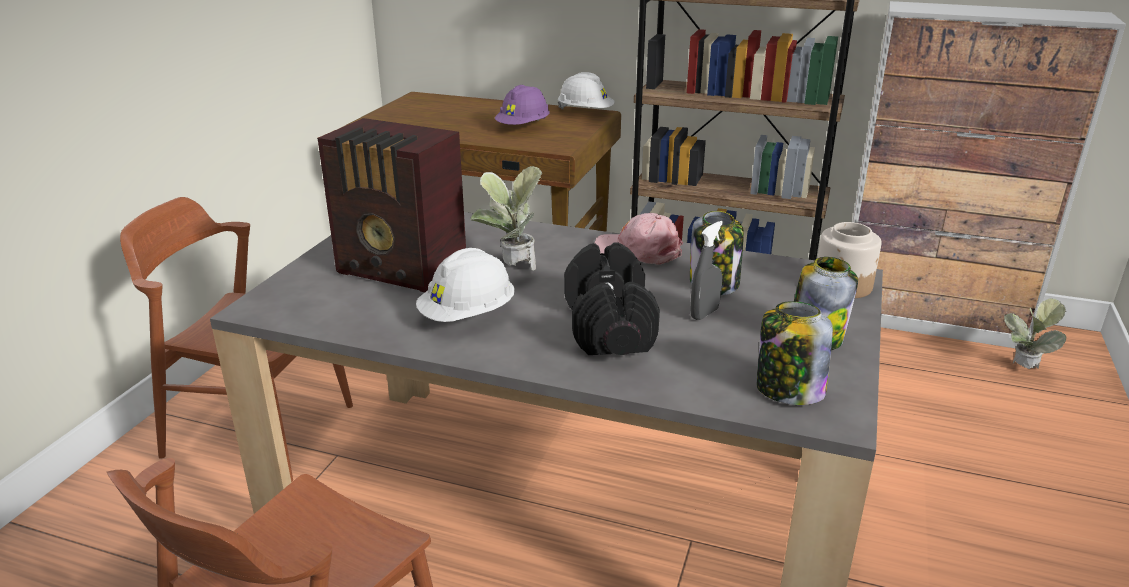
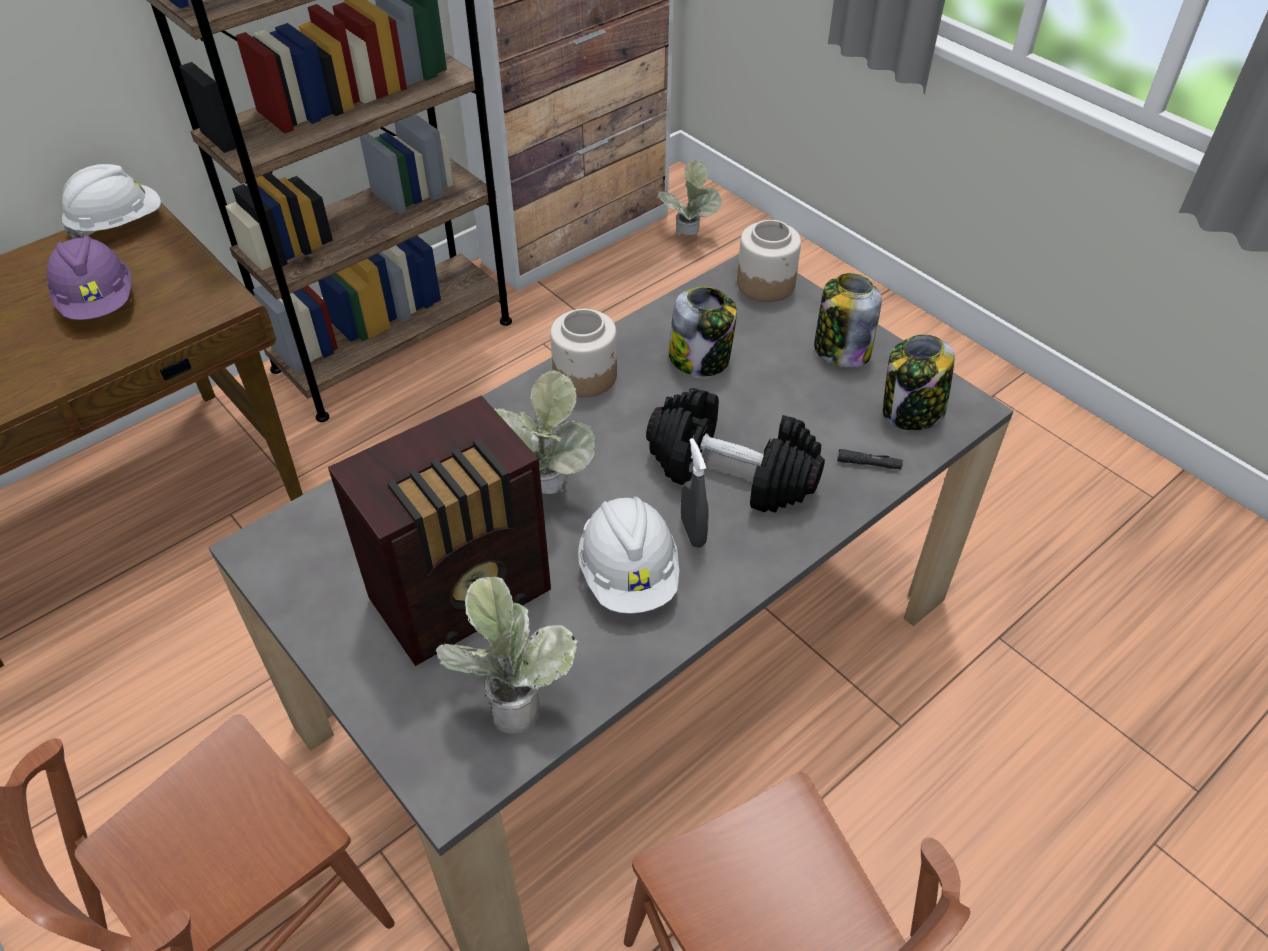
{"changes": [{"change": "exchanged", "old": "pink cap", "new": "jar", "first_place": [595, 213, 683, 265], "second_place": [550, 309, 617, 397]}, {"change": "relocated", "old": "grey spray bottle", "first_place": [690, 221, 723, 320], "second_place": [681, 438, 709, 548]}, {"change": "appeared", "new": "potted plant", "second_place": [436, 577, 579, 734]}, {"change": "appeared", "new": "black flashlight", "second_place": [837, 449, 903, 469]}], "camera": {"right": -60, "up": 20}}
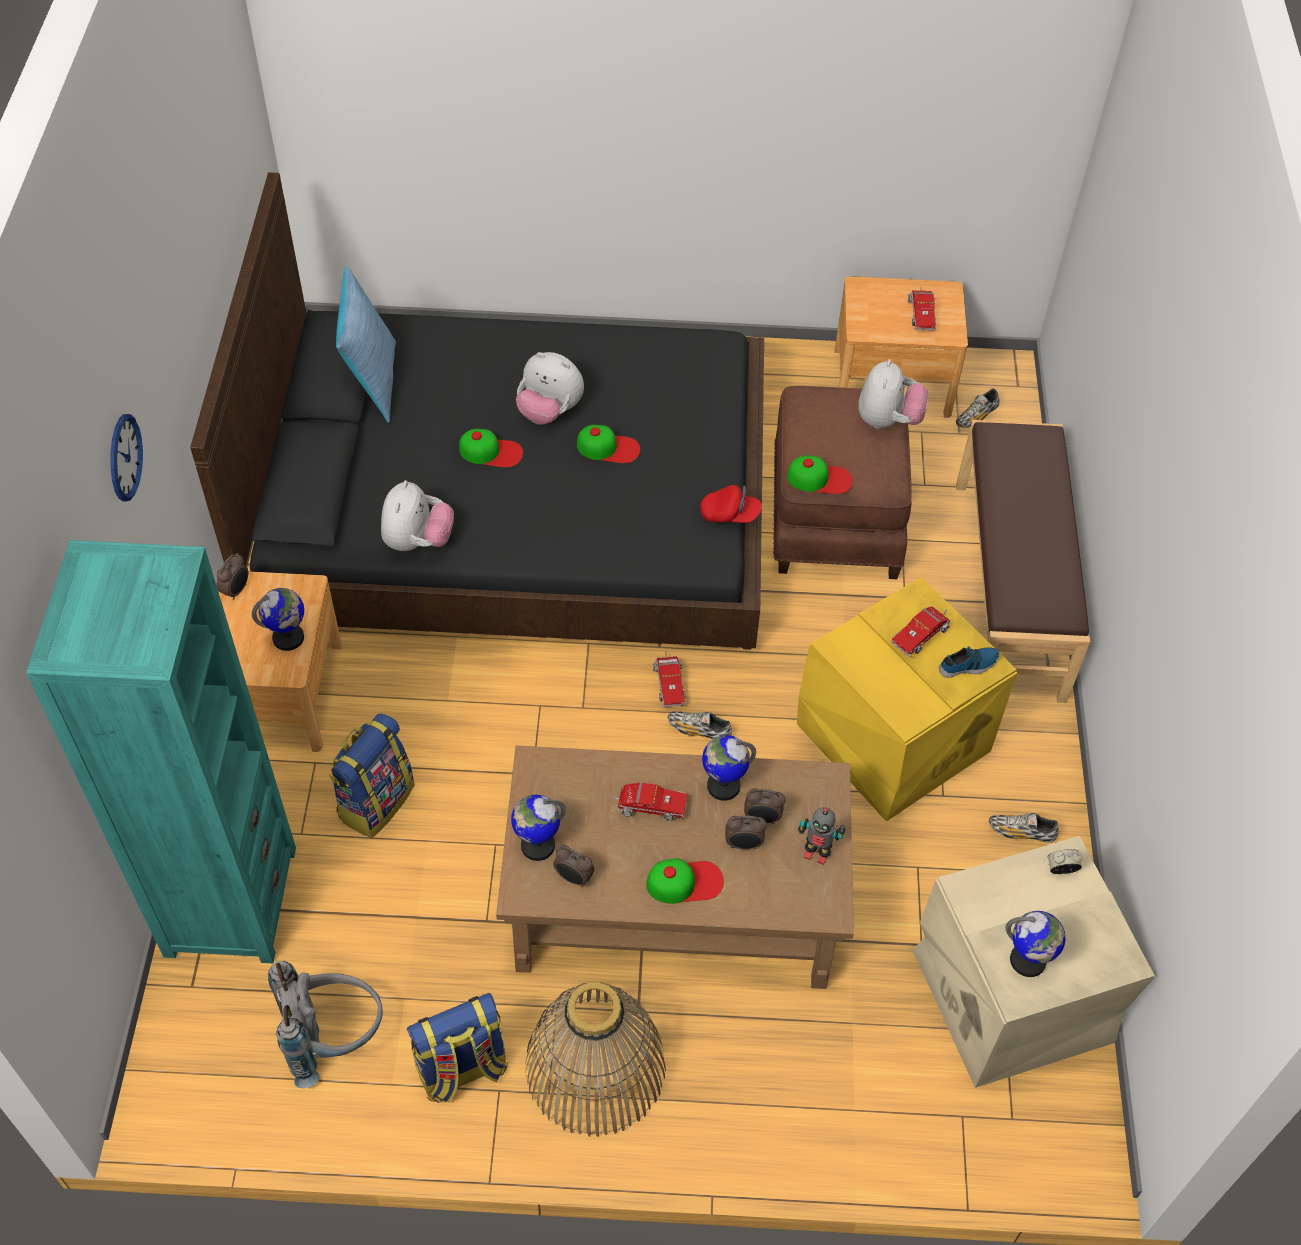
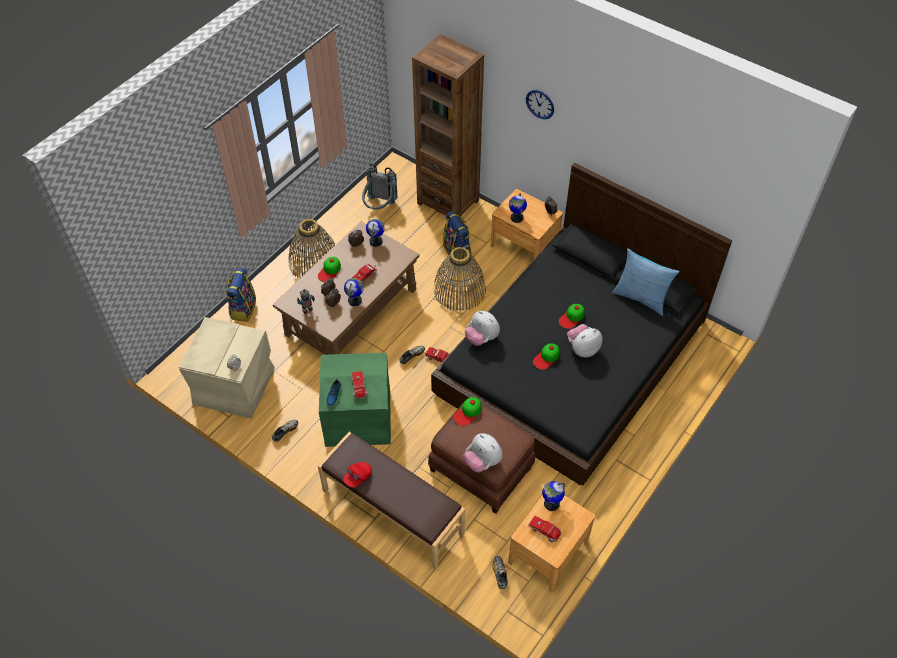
{"changes": [{"change": "colour", "old": "turquoise bookcase", "new": "brown bookcase", "first_place": [26, 540, 296, 963], "second_place": [412, 34, 484, 216]}, {"change": "relocated", "old": "plush toy", "first_place": [381, 480, 454, 551], "second_place": [465, 311, 500, 346]}, {"change": "relocated", "old": "backpack", "first_place": [407, 993, 508, 1103], "second_place": [226, 268, 256, 322]}, {"change": "relocated", "old": "red cap", "first_place": [700, 485, 762, 523], "second_place": [343, 462, 372, 488]}, {"change": "colour", "old": "yellow storage box", "new": "green storage box", "first_place": [797, 577, 1017, 821], "second_place": [319, 352, 391, 447]}, {"change": "relocated", "old": "globe", "first_place": [1006, 911, 1066, 977], "second_place": [542, 481, 565, 511]}, {"change": "appeared", "new": "basket", "second_place": [433, 247, 486, 311]}], "camera": {"right": 125, "up": 0}}
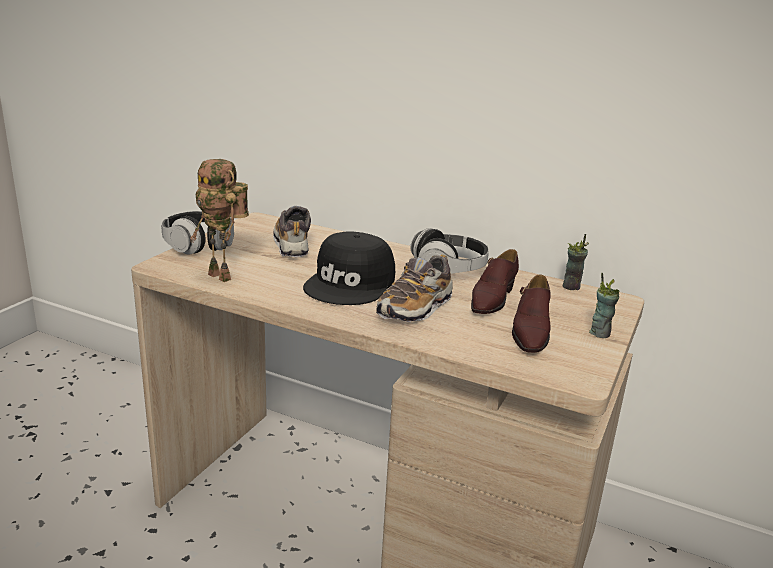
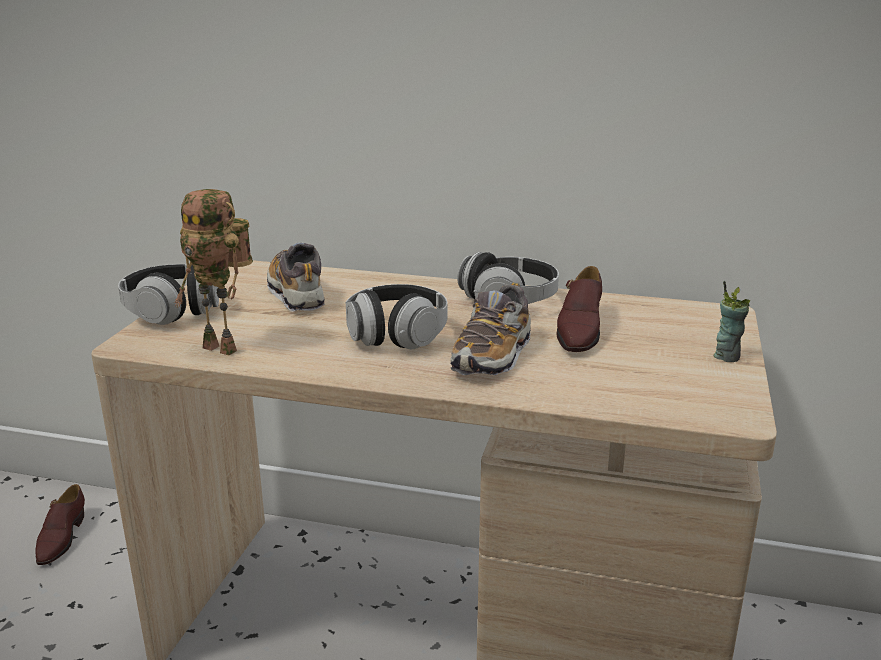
{"changes": [{"change": "exchanged", "old": "black cap", "new": "headphones", "first_place": [303, 231, 395, 305], "second_place": [346, 284, 448, 350]}, {"change": "relocated", "old": "brown shoe", "first_place": [512, 274, 550, 353], "second_place": [35, 484, 85, 565]}, {"change": "missing", "old": "cup", "first_place": [563, 234, 589, 290]}], "camera": {"right": -10, "up": 0}}
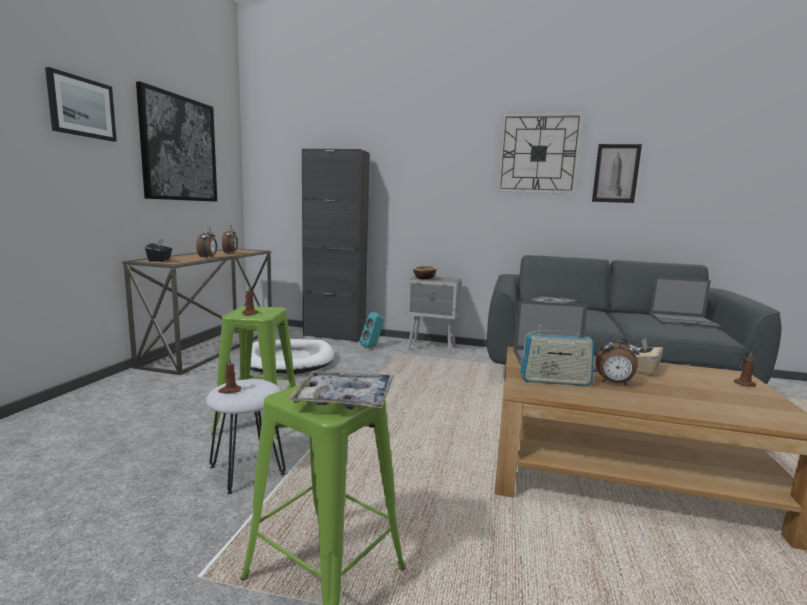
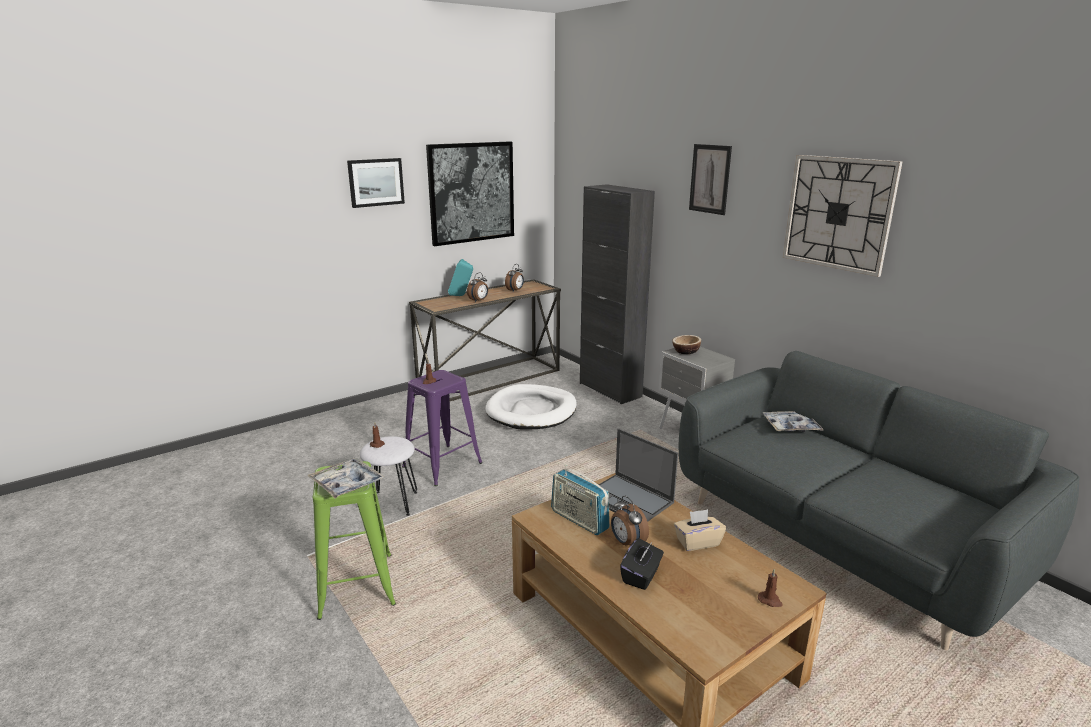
{"changes": [{"change": "relocated", "old": "black tissue box", "first_place": [145, 239, 172, 262], "second_place": [620, 538, 664, 590]}, {"change": "colour", "old": "green stool", "new": "purple stool", "first_place": [211, 306, 296, 439], "second_place": [402, 370, 482, 486]}, {"change": "relocated", "old": "turquoise speaker", "first_place": [360, 312, 385, 348], "second_place": [448, 259, 473, 296]}, {"change": "relocated", "old": "picture", "first_place": [592, 144, 642, 203], "second_place": [689, 144, 732, 215]}, {"change": "missing", "old": "laptop", "first_place": [649, 277, 721, 328]}], "camera": {"right": 40, "up": 10}}
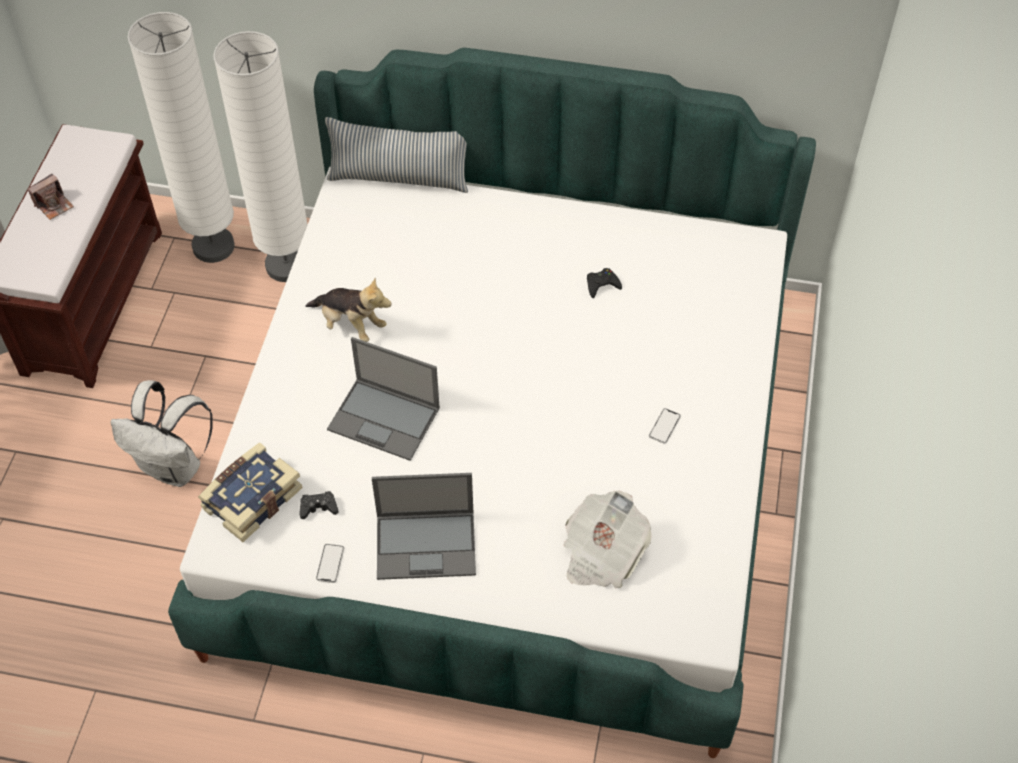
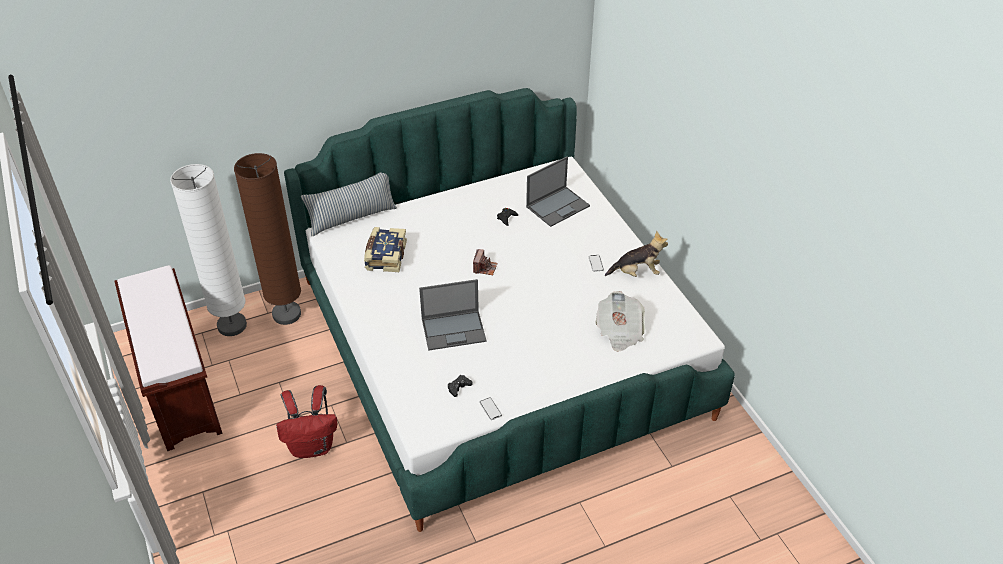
{"changes": [{"change": "relocated", "old": "photo camera", "first_place": [28, 174, 74, 220], "second_place": [473, 249, 497, 275]}, {"change": "colour", "old": "white backpack", "new": "red backpack", "first_place": [110, 380, 213, 487], "second_place": [276, 385, 337, 458]}, {"change": "relocated", "old": "book", "first_place": [198, 442, 302, 542], "second_place": [364, 227, 407, 272]}, {"change": "colour", "old": "white floor lamp", "new": "brown floor lamp", "first_place": [213, 31, 308, 282], "second_place": [234, 153, 301, 325]}, {"change": "relocated", "old": "plush toy", "first_place": [305, 278, 392, 342], "second_place": [605, 231, 668, 277]}, {"change": "relocated", "old": "laptop", "first_place": [372, 473, 476, 580], "second_place": [526, 156, 590, 227]}], "camera": {"right": -35, "up": -10}}
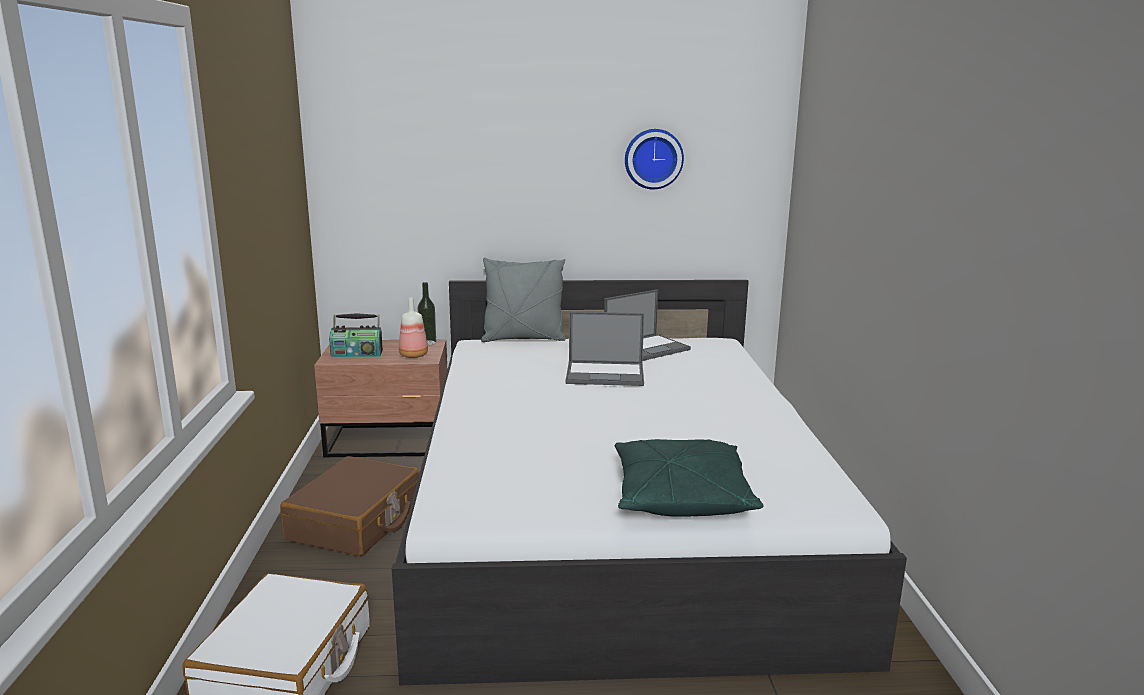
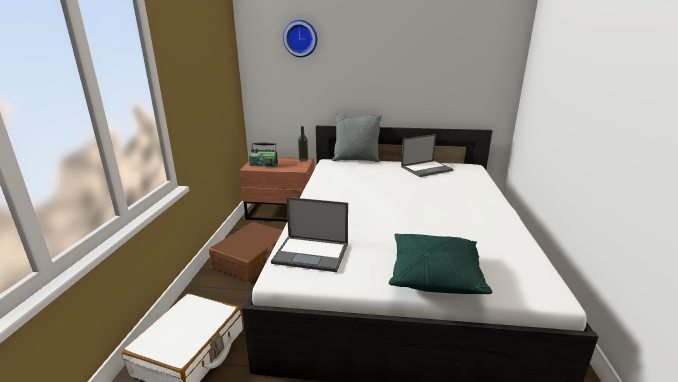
{"changes": [{"change": "missing", "old": "bottle", "first_place": [399, 298, 428, 358]}, {"change": "relocated", "old": "laptop", "first_place": [566, 312, 644, 386], "second_place": [271, 197, 348, 272]}, {"change": "relocated", "old": "wall clock", "first_place": [625, 129, 684, 189], "second_place": [283, 20, 317, 57]}], "camera": {"right": 10, "up": 5}}
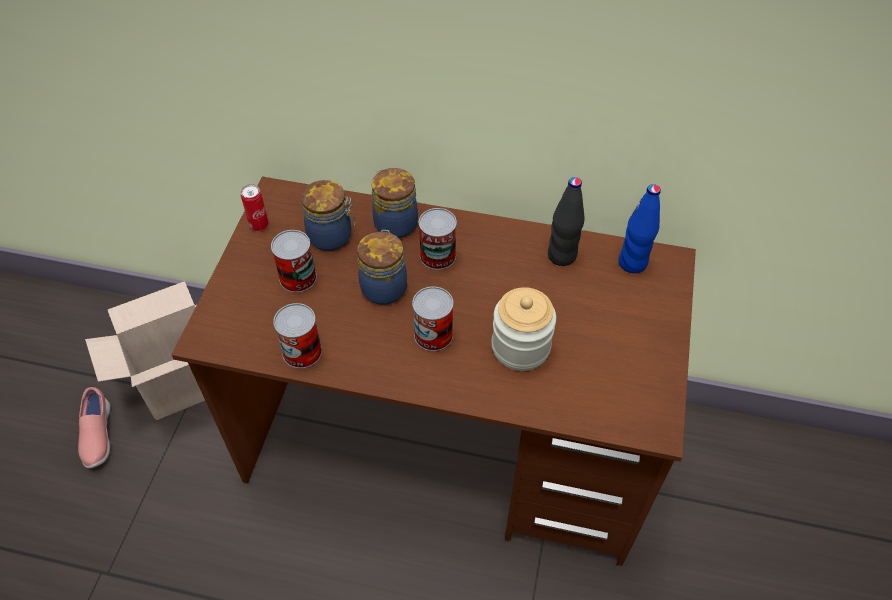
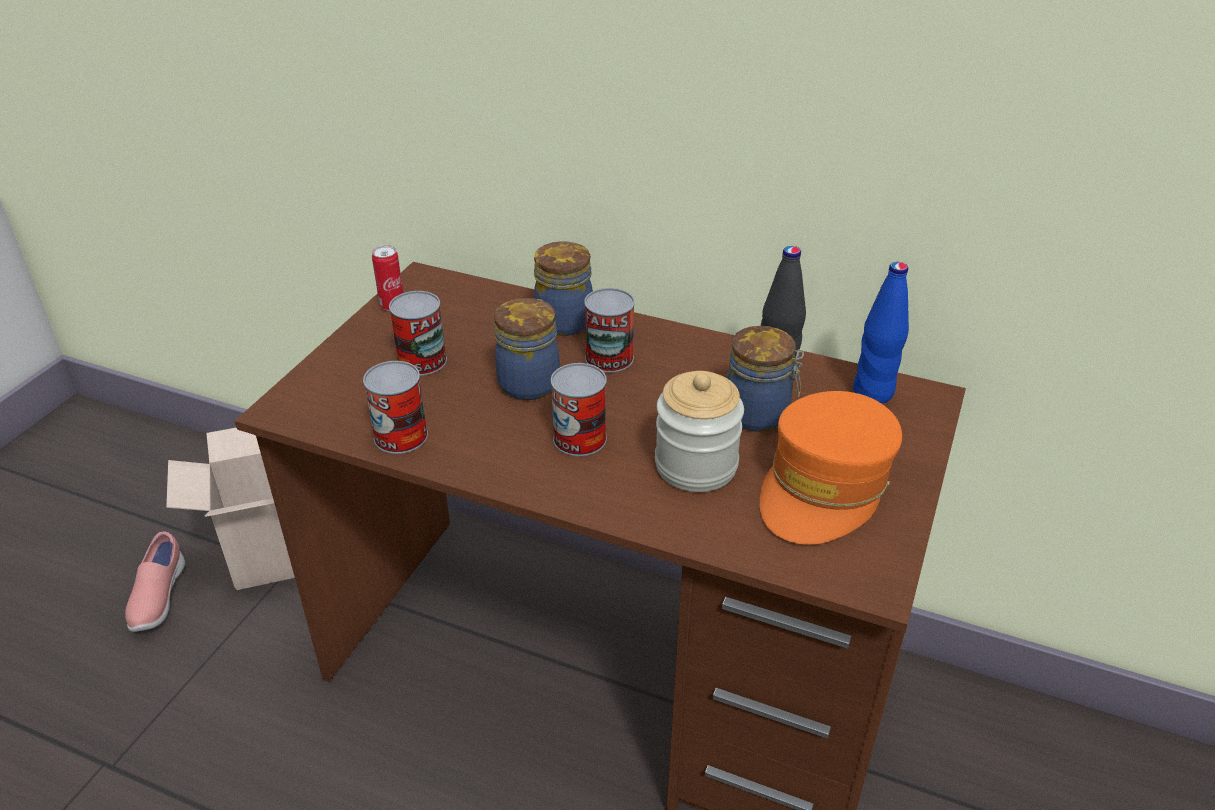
{"changes": [{"change": "relocated", "old": "jar", "first_place": [301, 180, 356, 251], "second_place": [727, 326, 804, 432]}, {"change": "appeared", "new": "orange cap", "second_place": [760, 391, 902, 545]}], "camera": {"right": 10, "up": -15}}
